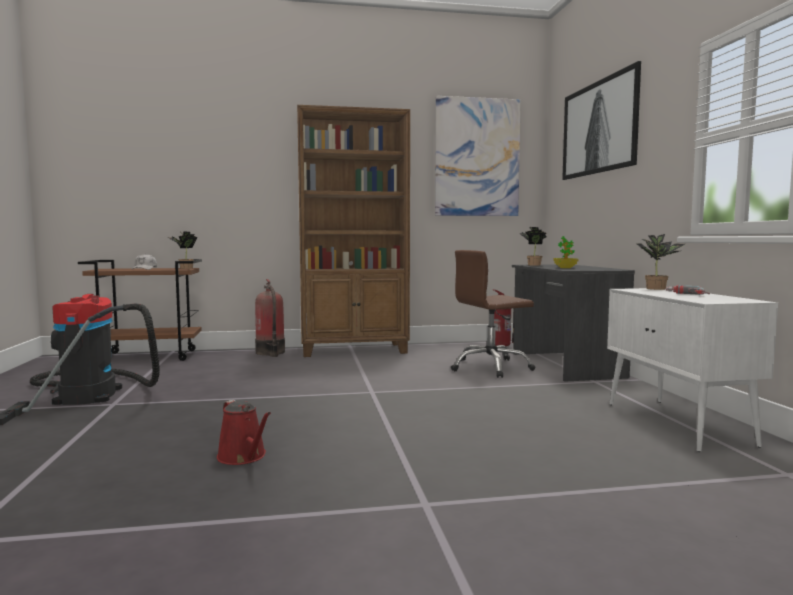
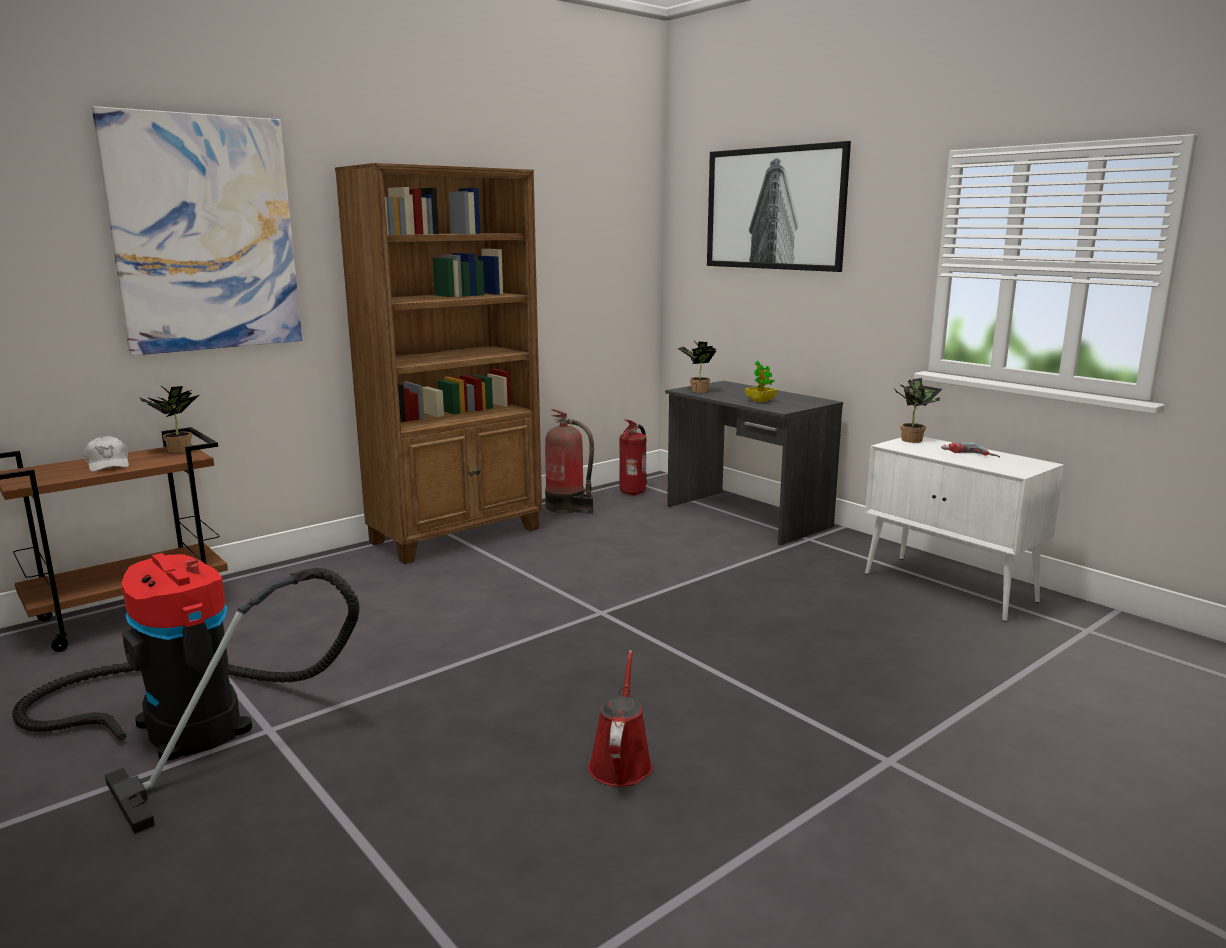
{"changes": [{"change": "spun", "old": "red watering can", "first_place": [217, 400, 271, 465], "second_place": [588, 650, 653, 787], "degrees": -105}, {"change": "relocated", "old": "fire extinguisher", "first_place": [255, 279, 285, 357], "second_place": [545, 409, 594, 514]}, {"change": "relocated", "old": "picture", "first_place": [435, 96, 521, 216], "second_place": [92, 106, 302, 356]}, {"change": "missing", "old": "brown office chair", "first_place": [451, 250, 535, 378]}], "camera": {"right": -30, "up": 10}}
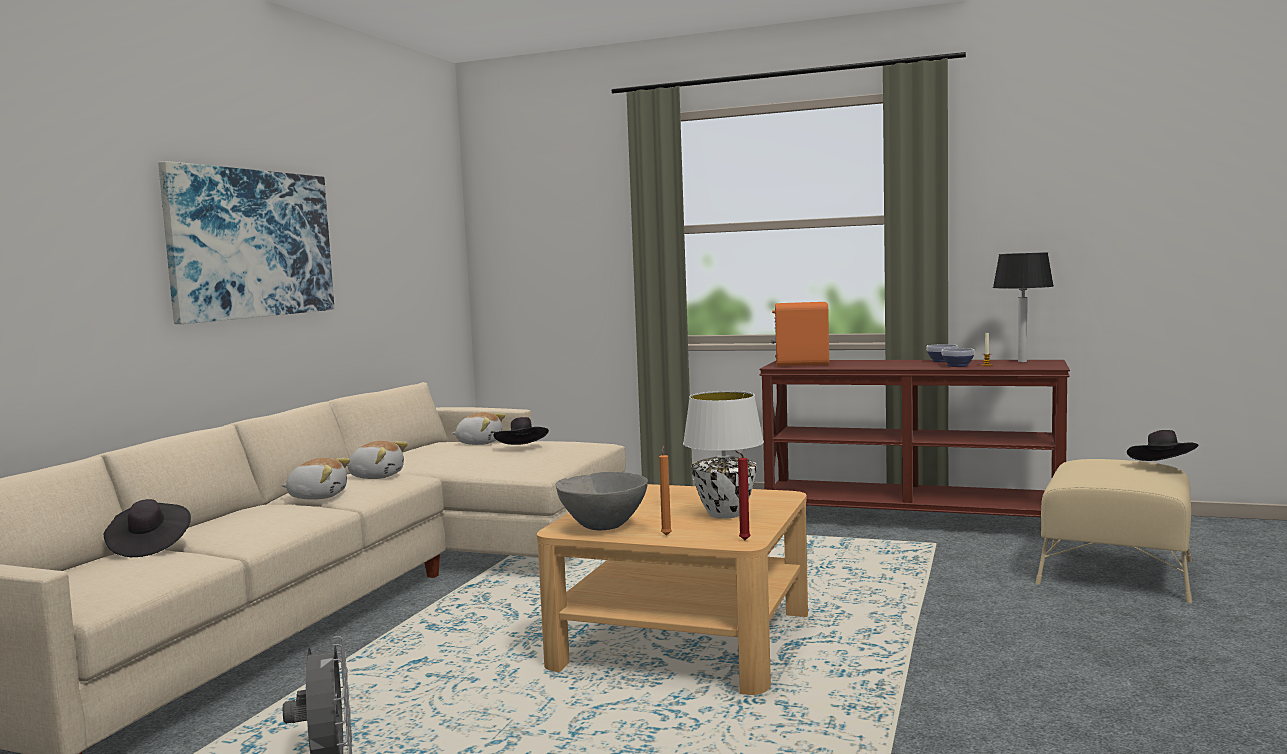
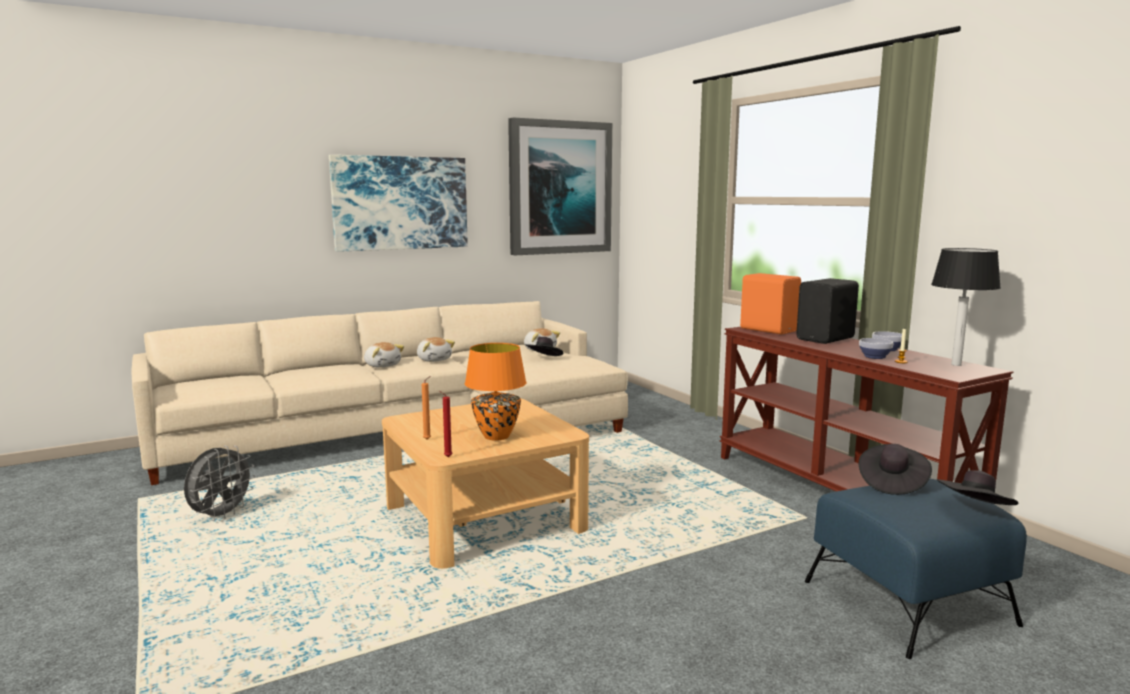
{"changes": [{"change": "relocated", "old": "black hat", "first_place": [104, 499, 191, 557], "second_place": [859, 444, 932, 495]}, {"change": "missing", "old": "grey bowl", "first_place": [555, 472, 648, 530]}, {"change": "colour", "old": "white table lamp", "new": "orange table lamp", "first_place": [683, 391, 764, 519], "second_place": [465, 343, 526, 441]}, {"change": "colour", "old": "beige ottoman", "new": "blue ottoman", "first_place": [1035, 459, 1192, 603], "second_place": [804, 479, 1027, 659]}, {"change": "appeared", "new": "picture", "second_place": [508, 117, 612, 255]}, {"change": "appeared", "new": "black speaker", "second_place": [796, 278, 859, 344]}], "camera": {"right": 40, "up": 5}}
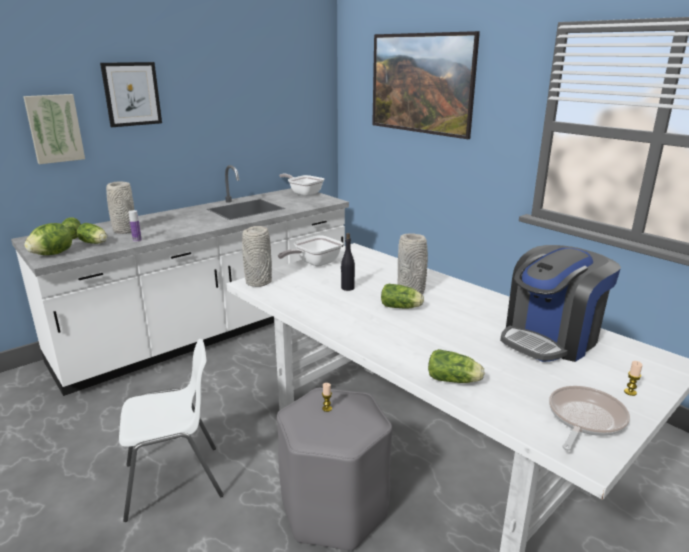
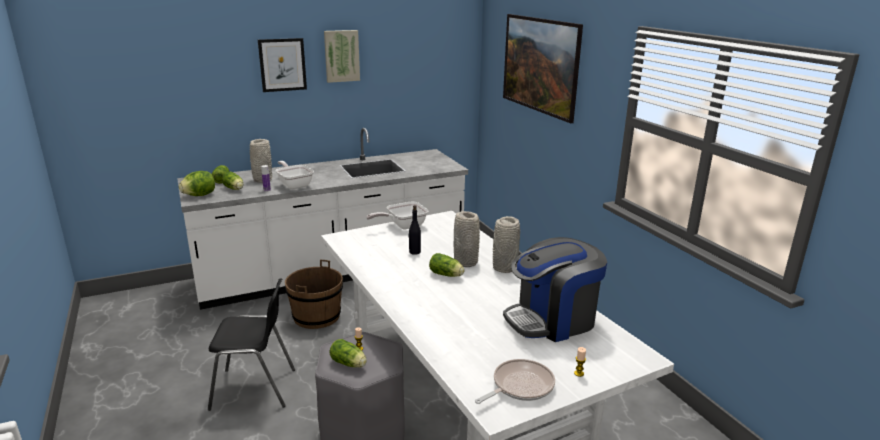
{"changes": [{"change": "relocated", "old": "picture", "first_place": [23, 94, 85, 164], "second_place": [324, 30, 360, 83]}, {"change": "colour", "old": "white chair", "new": "black chair", "first_place": [119, 339, 224, 522], "second_place": [208, 278, 295, 411]}, {"change": "relocated", "old": "grey vase", "first_place": [242, 226, 272, 287], "second_place": [493, 216, 520, 273]}, {"change": "relocated", "old": "frying pan", "first_place": [279, 174, 324, 196], "second_place": [275, 161, 314, 189]}, {"change": "relocated", "old": "lettuce", "first_place": [428, 349, 485, 383], "second_place": [330, 339, 367, 367]}, {"change": "appeared", "new": "brown bucket", "second_place": [285, 260, 343, 329]}], "camera": {"right": 15, "up": 0}}
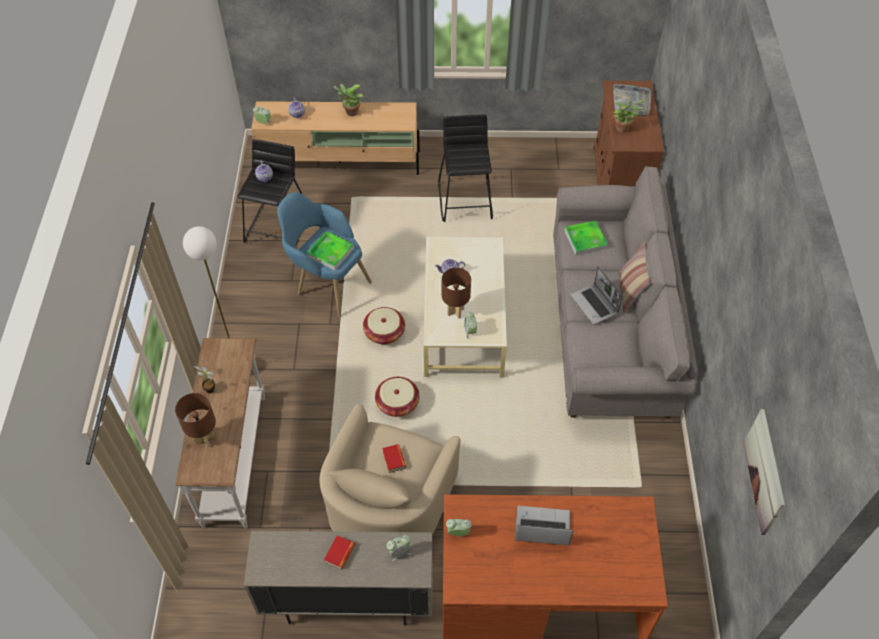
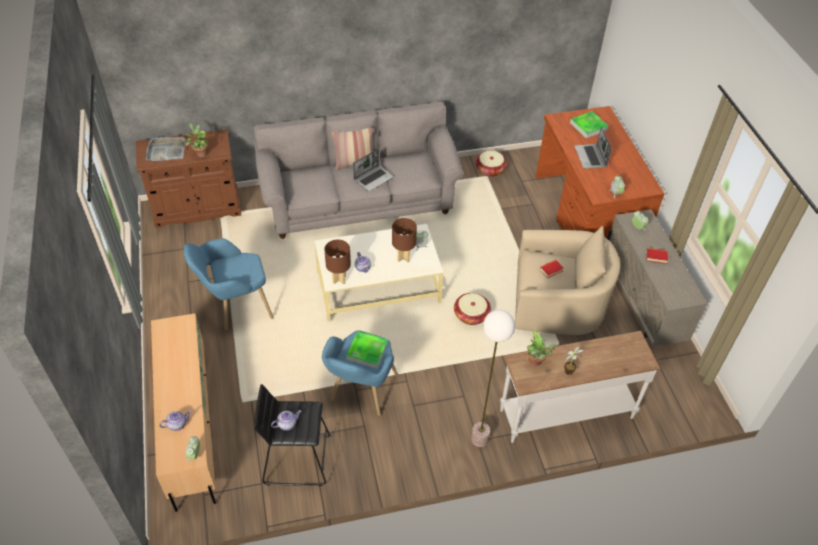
{"changes": [{"change": "relocated", "old": "brown table lamp", "first_place": [175, 393, 216, 448], "second_place": [324, 239, 351, 284]}, {"change": "relocated", "old": "potted plant", "first_place": [333, 84, 364, 116], "second_place": [527, 330, 556, 366]}, {"change": "relocated", "old": "basket", "first_place": [363, 307, 405, 344], "second_place": [476, 151, 507, 177]}, {"change": "exchanged", "old": "black stool", "new": "blue armchair", "first_place": [438, 114, 493, 222], "second_place": [184, 238, 274, 330]}, {"change": "relocated", "old": "tray", "first_place": [565, 221, 608, 256], "second_place": [570, 111, 609, 138]}, {"change": "missing", "old": "picture", "first_place": [743, 409, 785, 535]}], "camera": {"right": -105, "up": -5}}
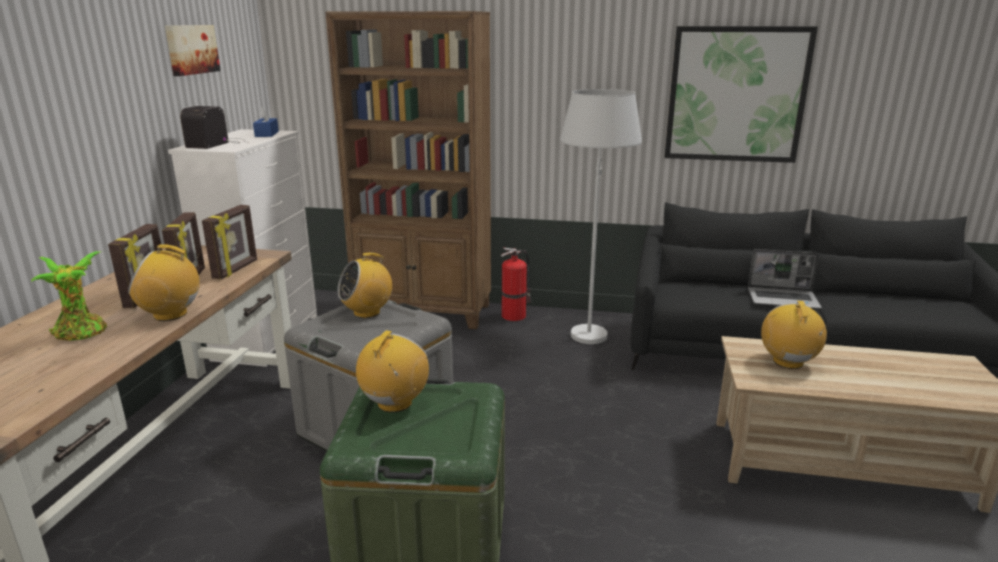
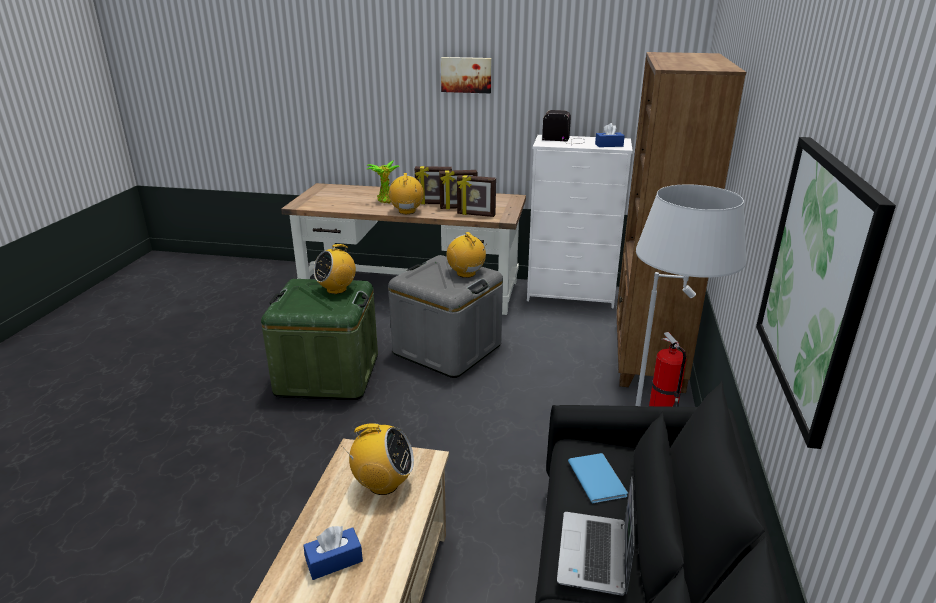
{"changes": [{"change": "relocated", "old": "picture", "first_place": [165, 25, 221, 76], "second_place": [441, 57, 491, 93]}, {"change": "spun", "old": "radio", "first_place": [356, 330, 429, 413], "second_place": [313, 244, 356, 294], "degrees": 120}, {"change": "appeared", "new": "blue tissue box", "second_place": [303, 526, 363, 580]}, {"change": "appeared", "new": "blue book", "second_place": [568, 453, 628, 503]}], "camera": {"right": 90, "up": 5}}
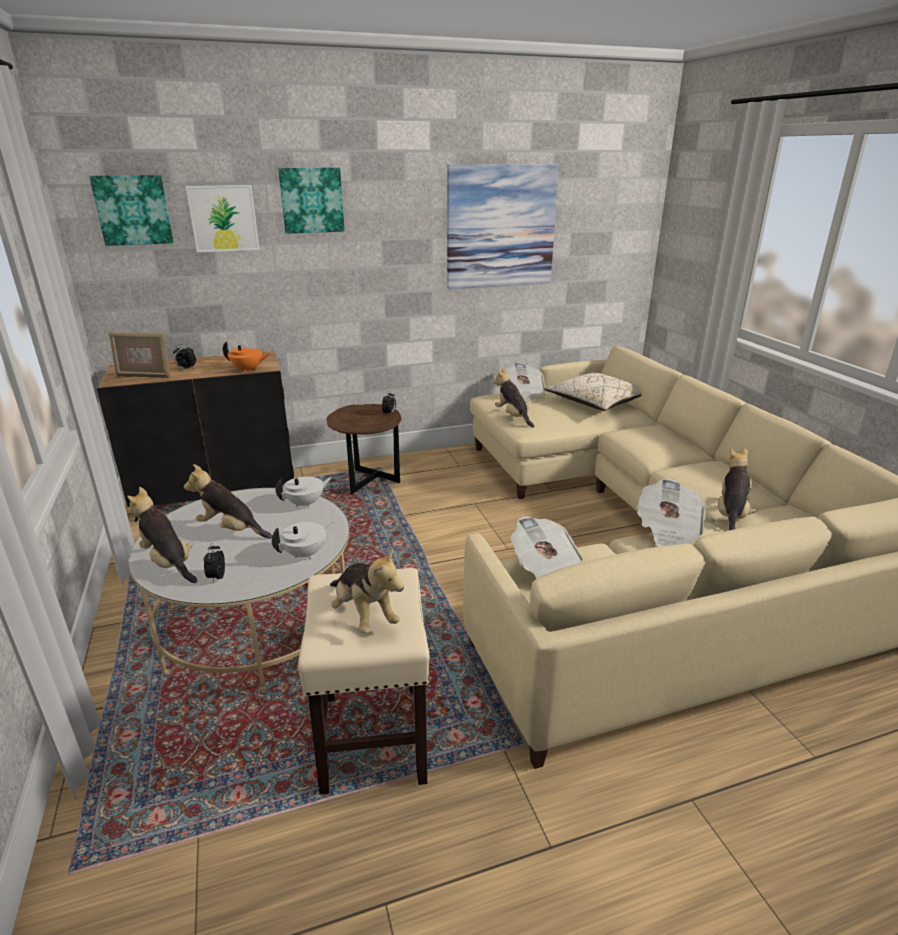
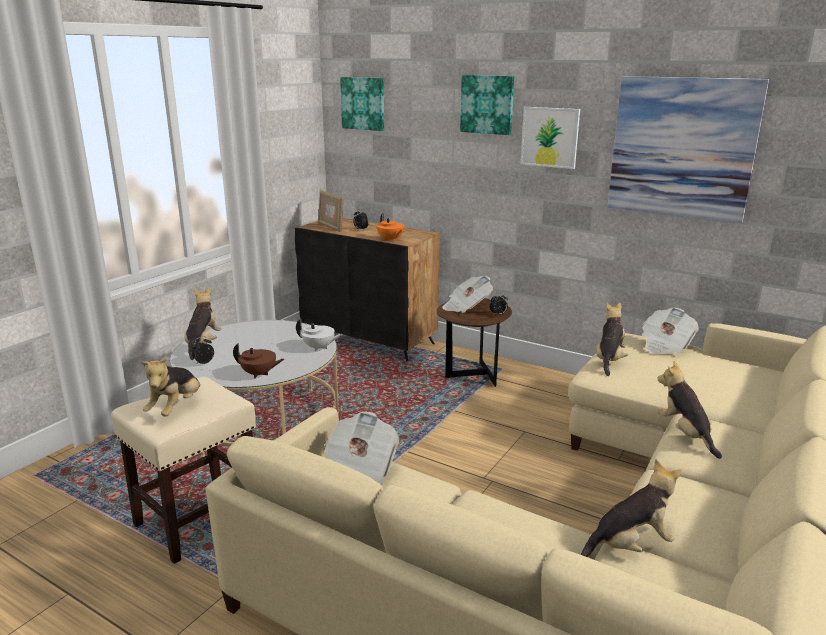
{"changes": [{"change": "relocated", "old": "plush toy", "first_place": [184, 464, 272, 539], "second_place": [657, 361, 722, 459]}, {"change": "relocated", "old": "picture", "first_place": [186, 185, 260, 252], "second_place": [521, 107, 580, 169]}, {"change": "colour", "old": "white teapot", "new": "brown teapot", "first_place": [272, 522, 335, 560], "second_place": [233, 343, 284, 378]}, {"change": "missing", "old": "beige pillow", "first_place": [544, 373, 642, 411]}, {"change": "relocated", "old": "newspaper", "first_place": [636, 478, 707, 547], "second_place": [442, 276, 493, 313]}], "camera": {"right": 50, "up": -5}}
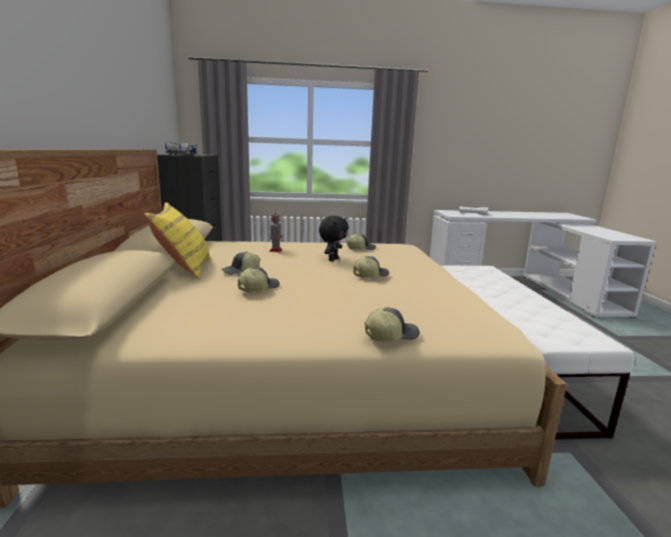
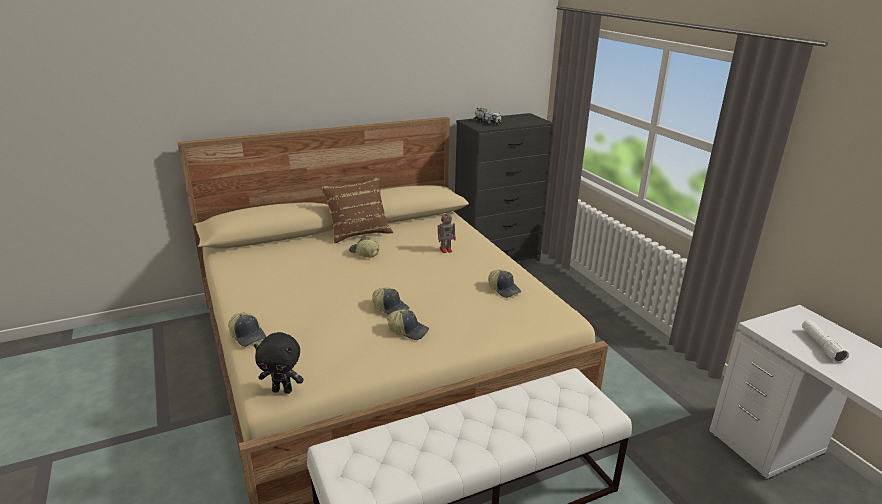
{"changes": [{"change": "colour", "old": "yellow pillow", "new": "brown pillow", "first_place": [144, 202, 211, 278], "second_place": [320, 175, 393, 243]}, {"change": "relocated", "old": "cap", "first_place": [238, 267, 280, 292], "second_place": [387, 309, 429, 340]}, {"change": "relocated", "old": "black plush toy", "first_place": [319, 216, 349, 261], "second_place": [254, 332, 304, 394]}], "camera": {"right": 70, "up": 10}}
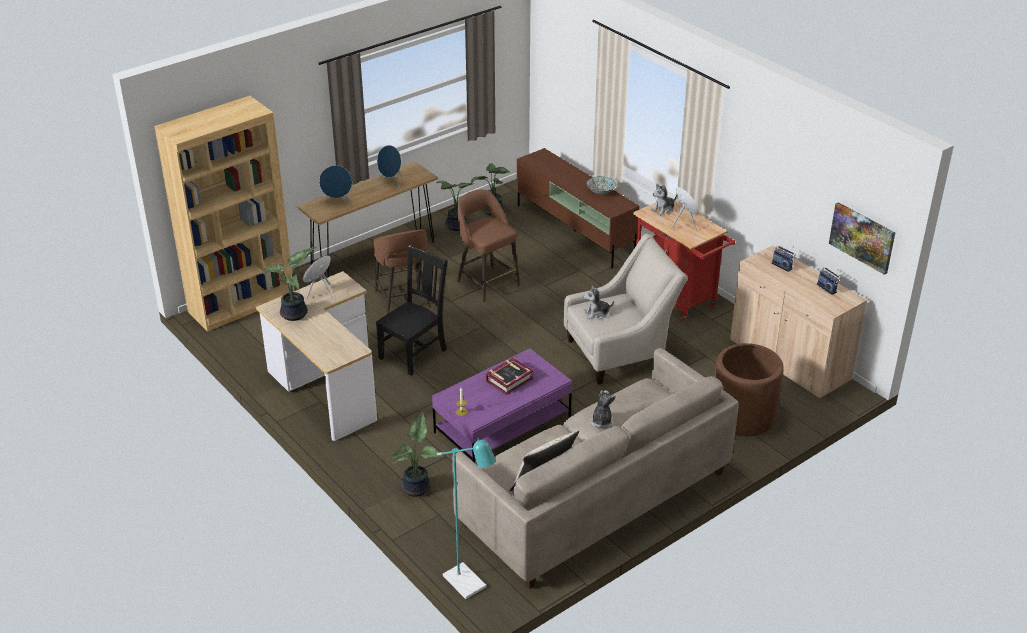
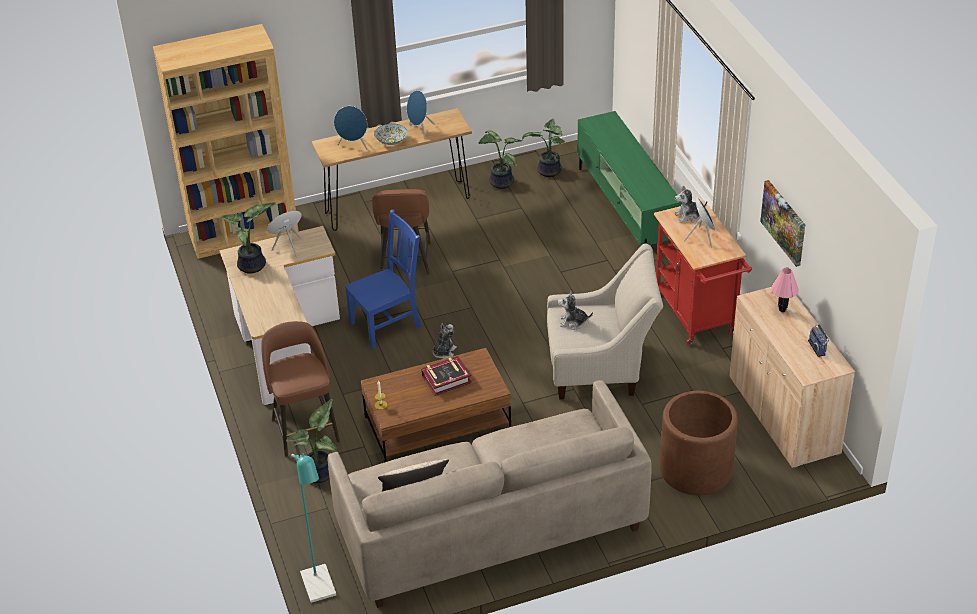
{"changes": [{"change": "colour", "old": "black chair", "new": "blue chair", "first_place": [376, 243, 448, 376], "second_place": [345, 209, 422, 349]}, {"change": "colour", "old": "purple coffee table", "new": "brown coffee table", "first_place": [432, 349, 572, 463], "second_place": [361, 348, 511, 462]}, {"change": "relocated", "old": "brown stool", "first_place": [457, 190, 520, 302], "second_place": [261, 321, 340, 457]}, {"change": "colour", "old": "brown tv stand", "new": "green tv stand", "first_place": [517, 148, 640, 268], "second_place": [577, 111, 682, 246]}, {"change": "relocated", "old": "bowl", "first_place": [587, 176, 616, 194], "second_place": [374, 124, 407, 145]}, {"change": "relocated", "old": "plush toy", "first_place": [590, 390, 616, 428], "second_place": [433, 323, 457, 359]}, {"change": "exchanged", "old": "radio", "new": "pink table lamp", "first_place": [771, 245, 796, 272], "second_place": [771, 268, 799, 312]}, {"change": "relocated", "old": "picture", "first_place": [829, 202, 895, 275], "second_place": [760, 180, 805, 267]}], "camera": {"right": 20, "up": 5}}
